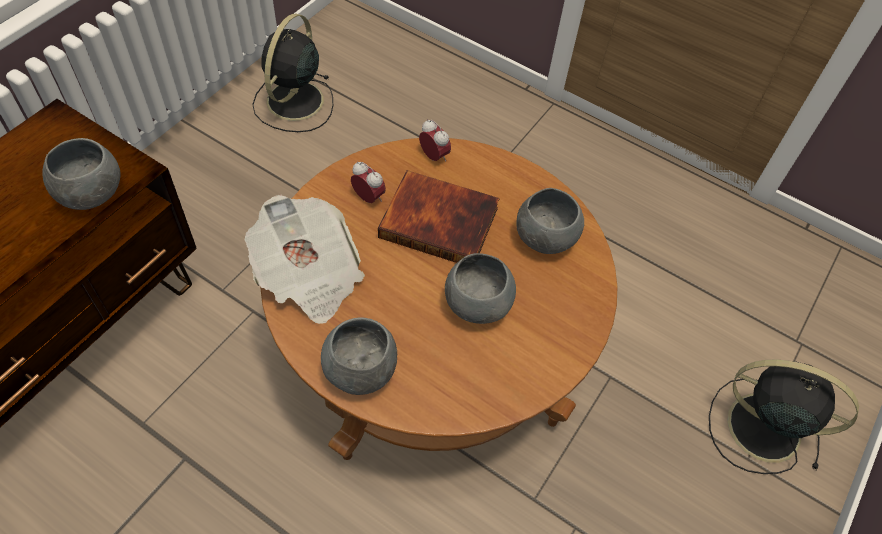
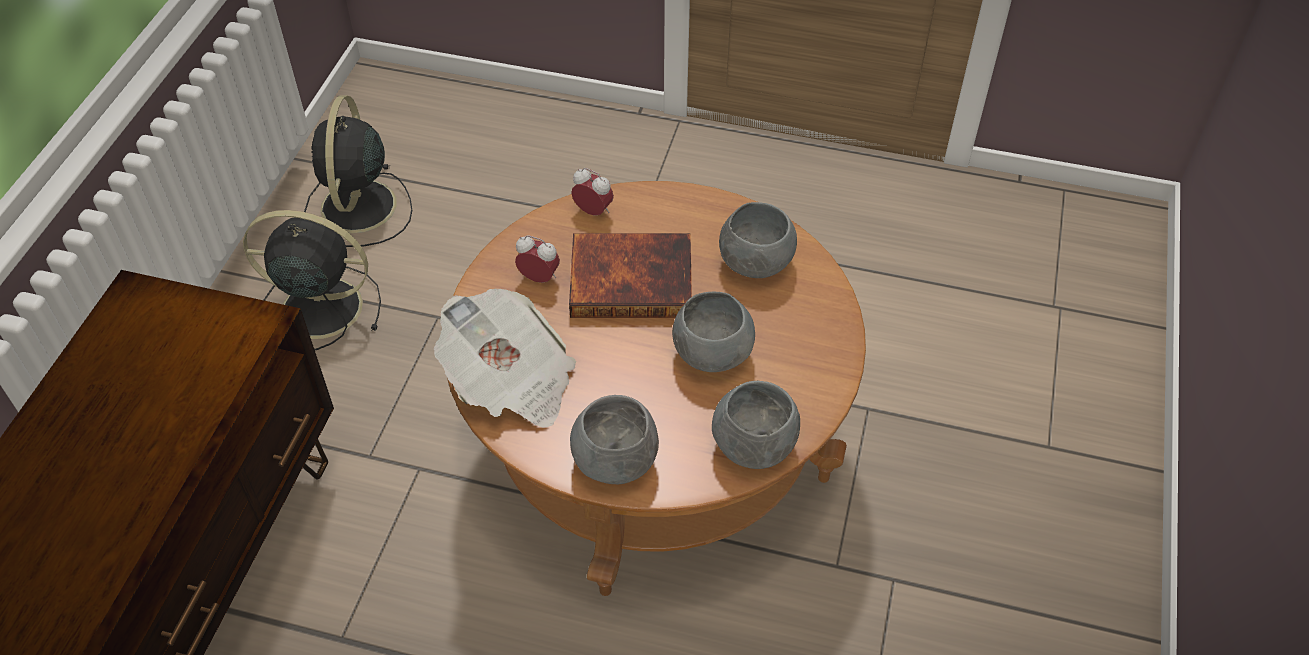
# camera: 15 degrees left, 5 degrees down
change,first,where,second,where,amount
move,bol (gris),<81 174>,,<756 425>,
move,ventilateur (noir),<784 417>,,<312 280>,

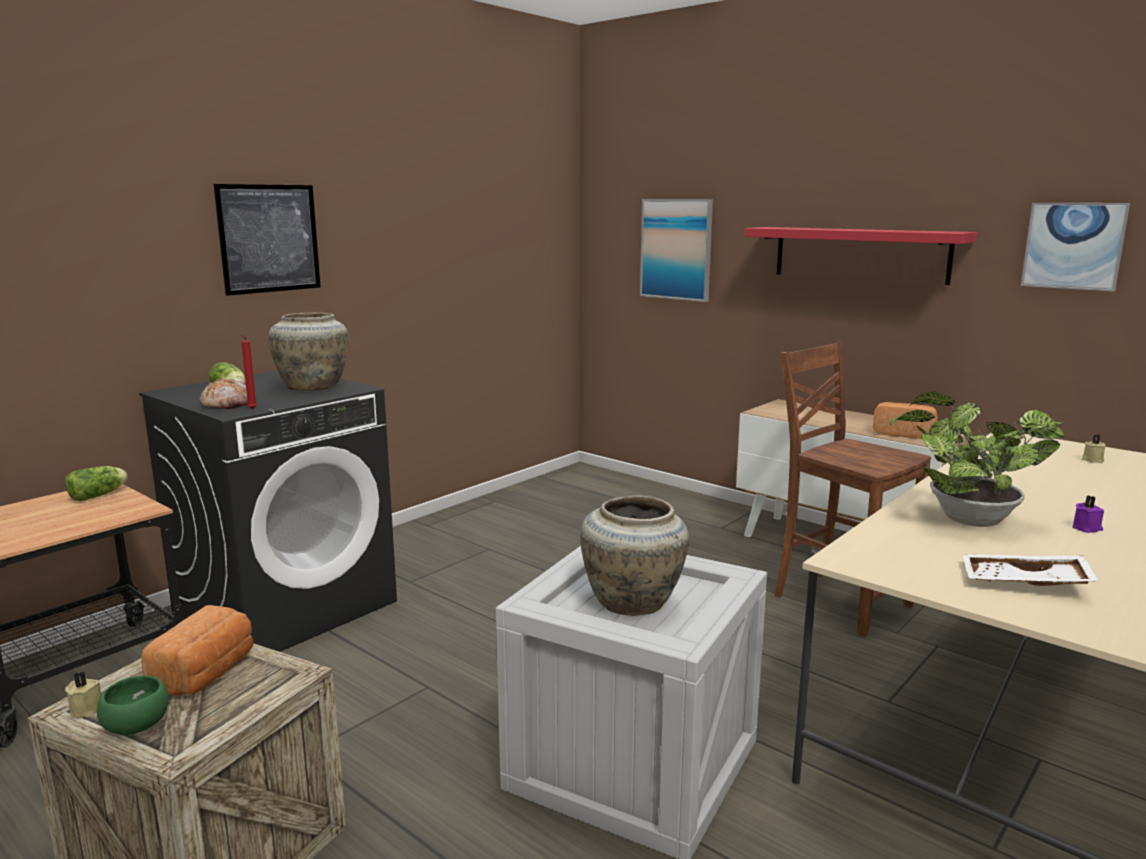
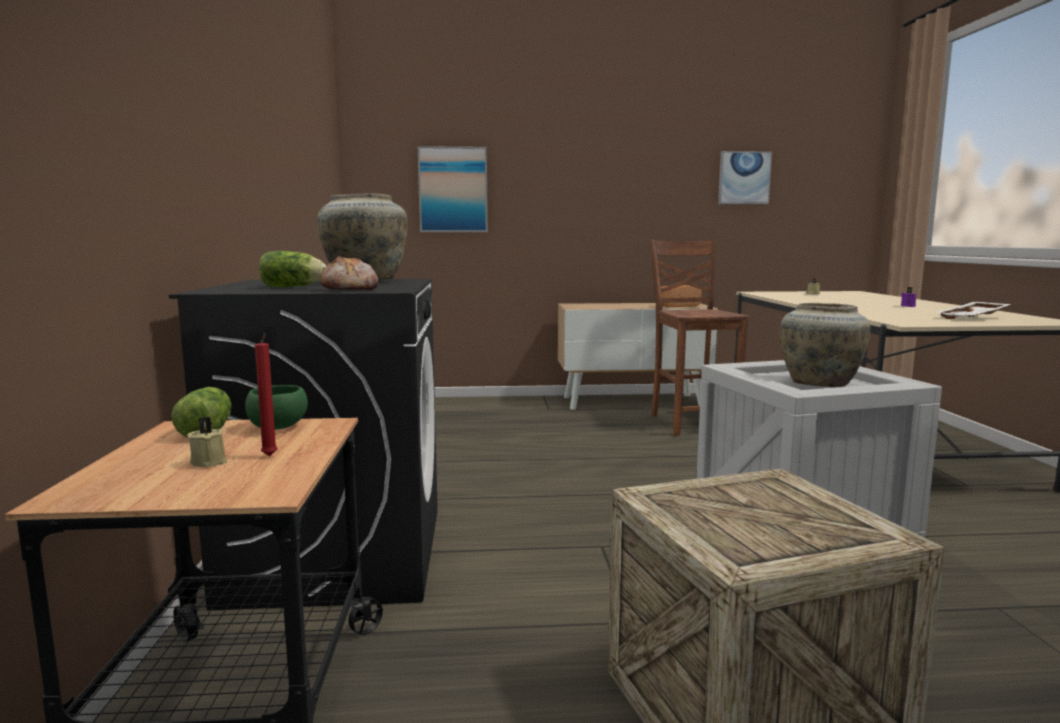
# camera: 45 degrees left, 5 degrees down
change,first,where,second,where,amount
delete,pain,<197 650>,,,
delete,tableau,<267 240>,,,
delete,étagère (rouge),<861 256>,,,
delete,plante en pot,<977 459>,,,
move,bougie (beige),<83 694>,,<207 442>,
move,bol (vert),<132 705>,,<276 407>,
move,bougie (rouge),<249 372>,,<266 394>,
rotate,chaise (marron),<853 489>,,<699 338>,75 degrees clockwise

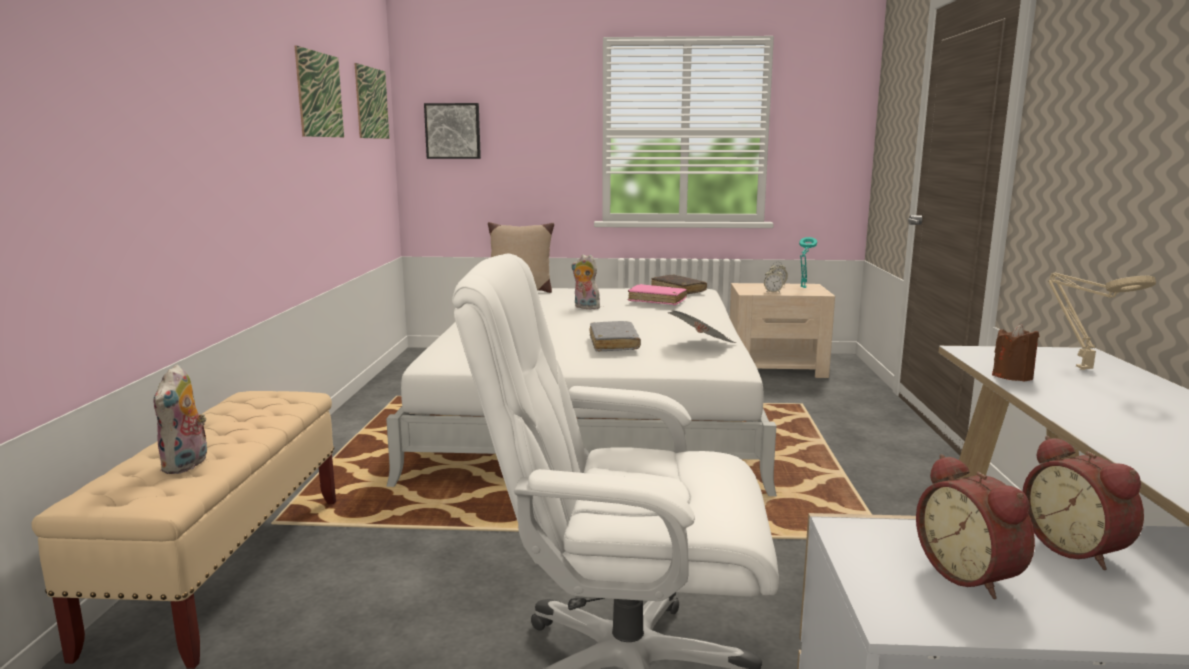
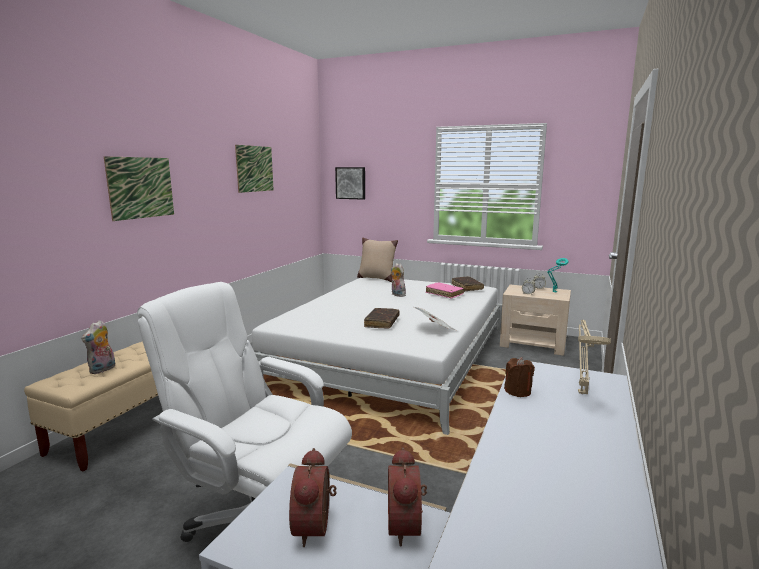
# camera: 20 degrees right, 0 degrees up
change,first,where,second,where,amount
move,tableau,<371 101>,,<139 188>,
recolor,livre (gris),<615 336>,livre (marron),<382 318>,

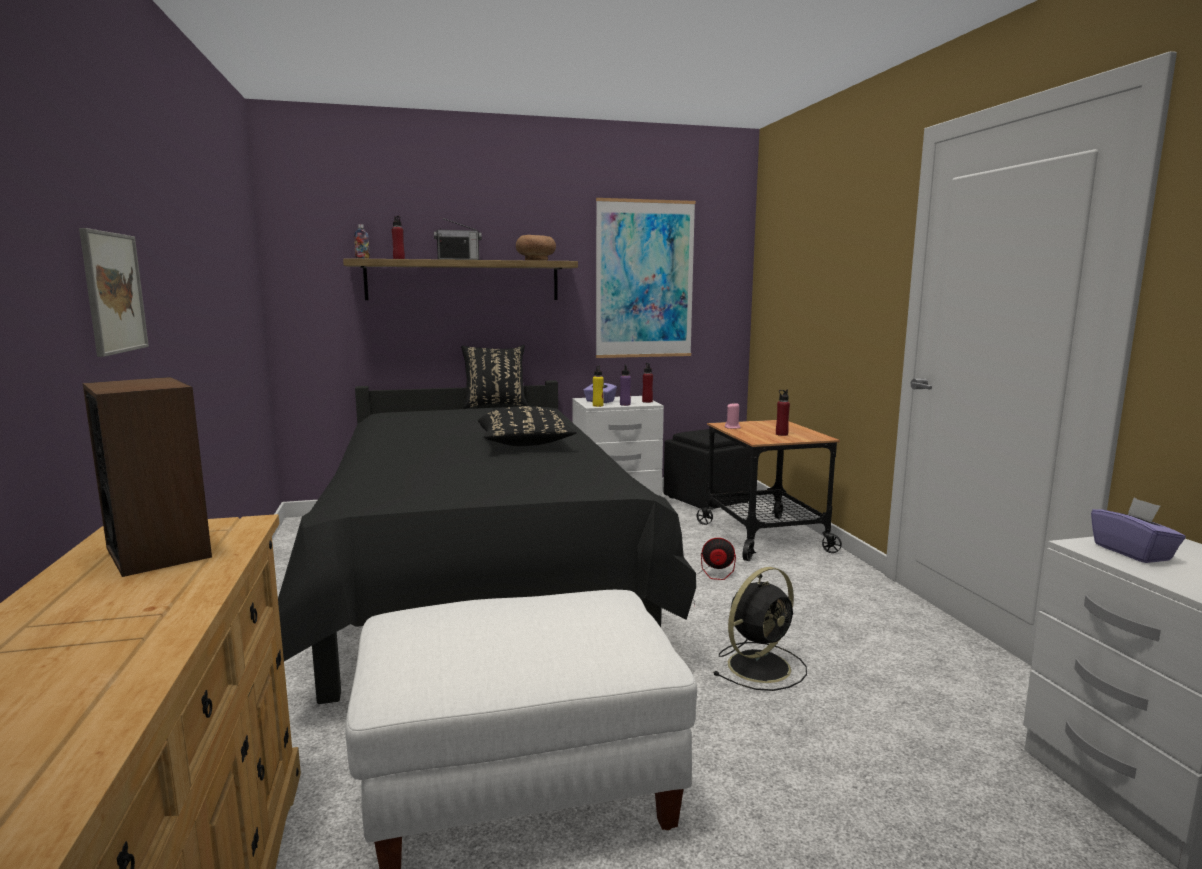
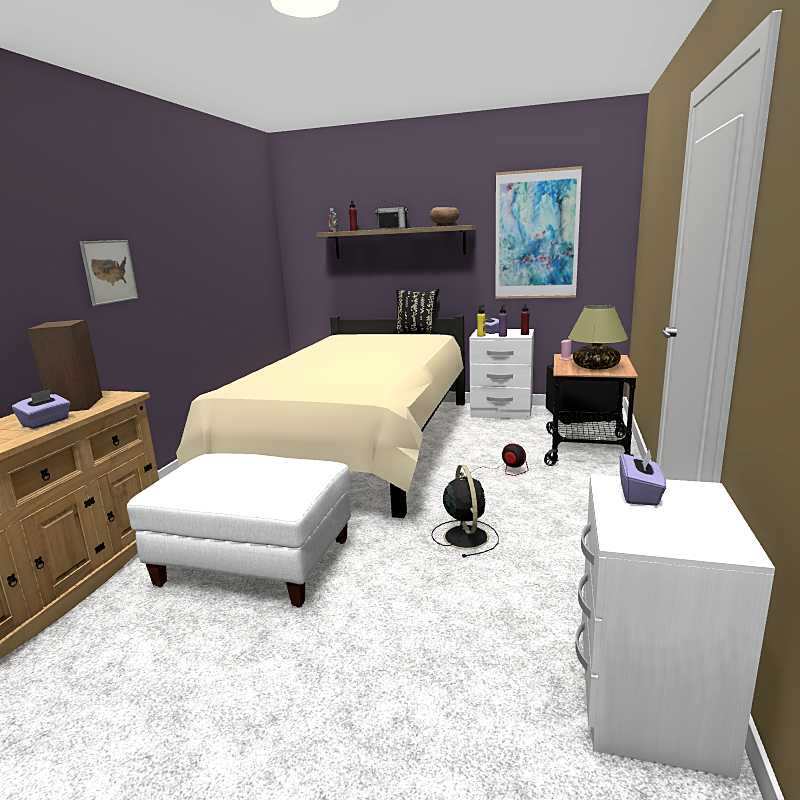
# camera: 30 degrees right, 5 degrees up
change,first,where,second,where,amount
delete,coussin (noir),<527 426>,,,
insert,,,boîte à mouchoirs (violet),<41 409>,
replace,bouteille (rouge),<783 412>,lampe de table,<598 337>,
recolor,lit (noir),<487 542>,lit (beige),<320 416>,
rotate,ventilateur (noir),<760 629>,,<465 511>,90 degrees counterclockwise

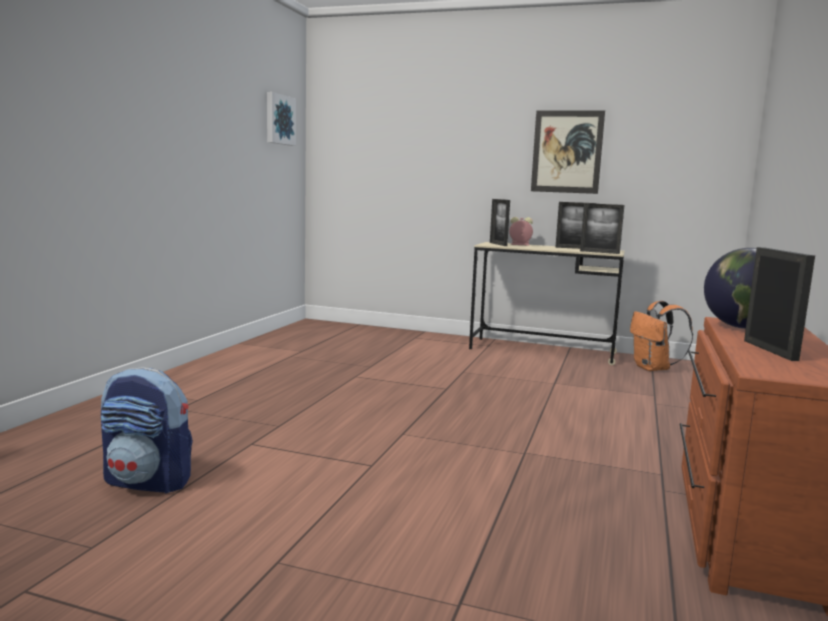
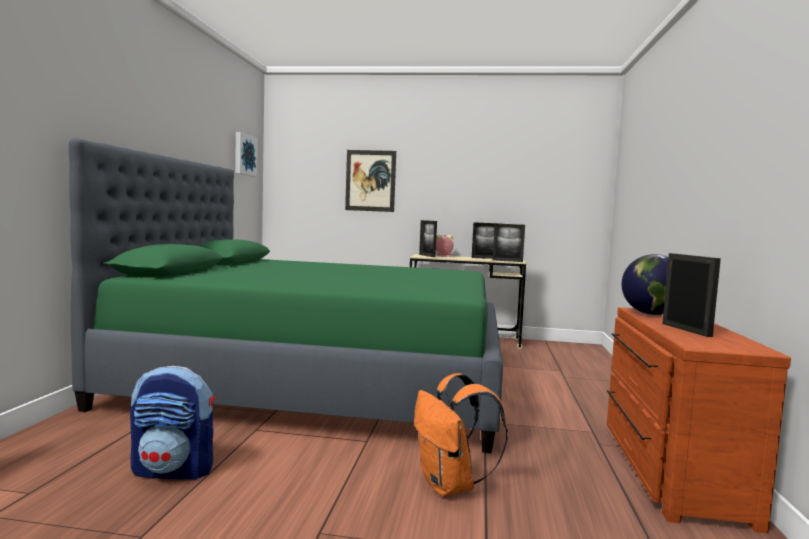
# camera: 10 degrees left, 5 degrees down
change,first,where,second,where,amount
insert,,,lit (vert),<286 295>,
move,tableau,<568 152>,,<370 181>,
move,sac à dos (orange),<661 336>,,<461 434>,

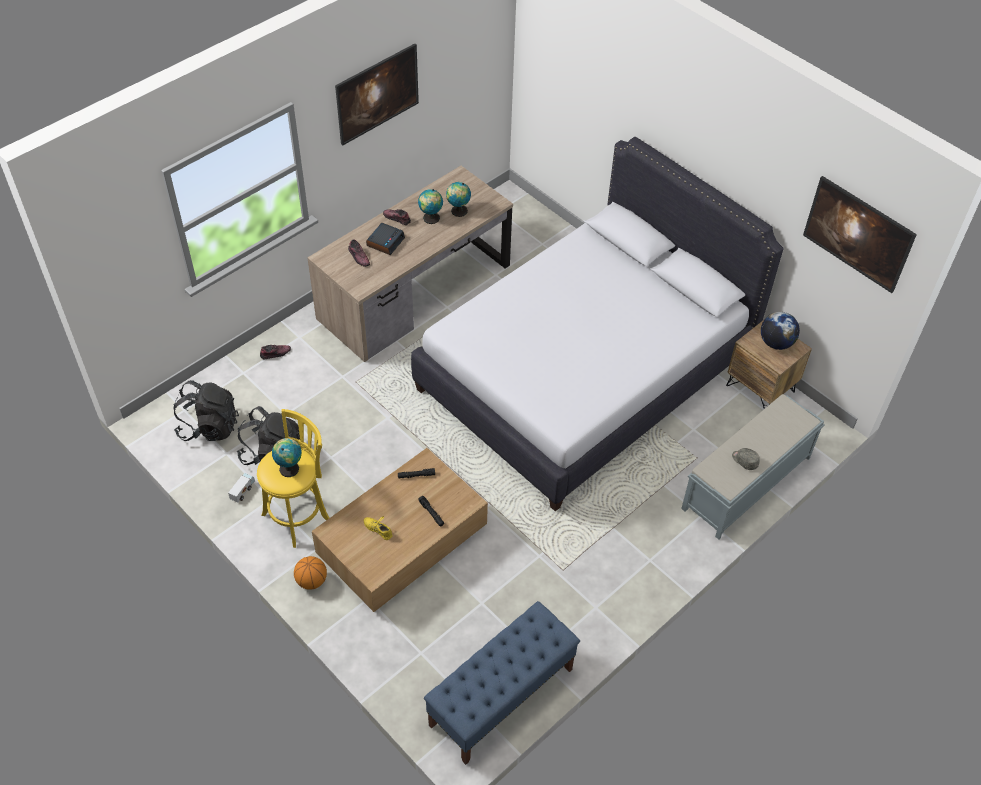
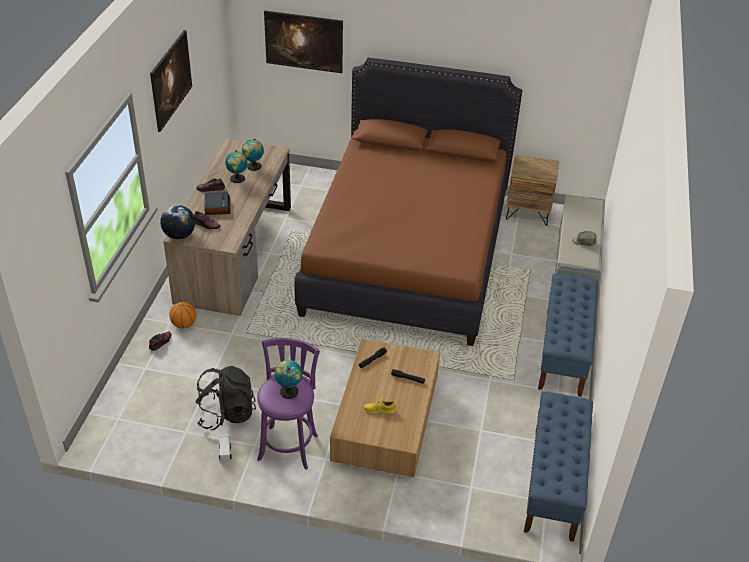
# camera: 35 degrees left, 10 degrees down
change,first,where,second,where,amount
delete,sac à dos (noir),<206 410>,,,
insert,,,banc (bleu),<568 335>,
move,ballon de basket,<310 573>,,<182 315>,
move,globe,<780 331>,,<177 222>,
move,tableau,<860 234>,,<303 42>,
recolor,tabouret (jaune),<293 478>,tabouret (violet),<288 403>,
recolor,lit (blanc),<597 324>,lit (marron),<409 202>,

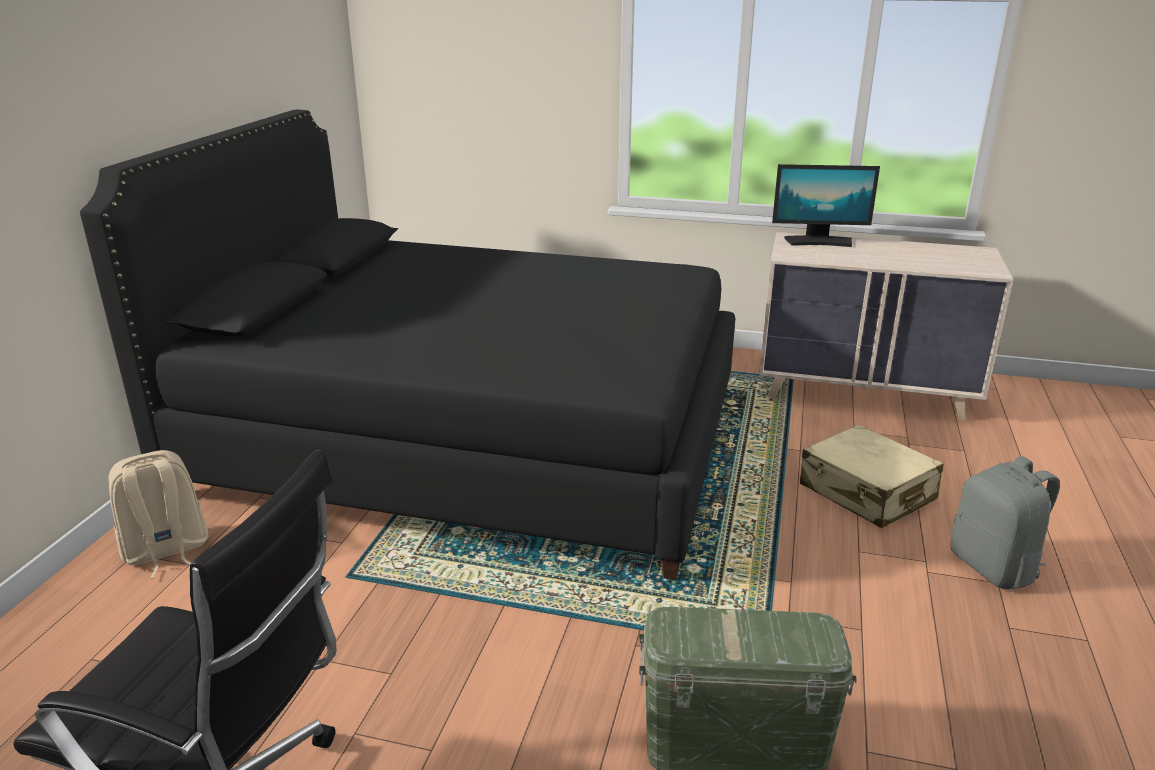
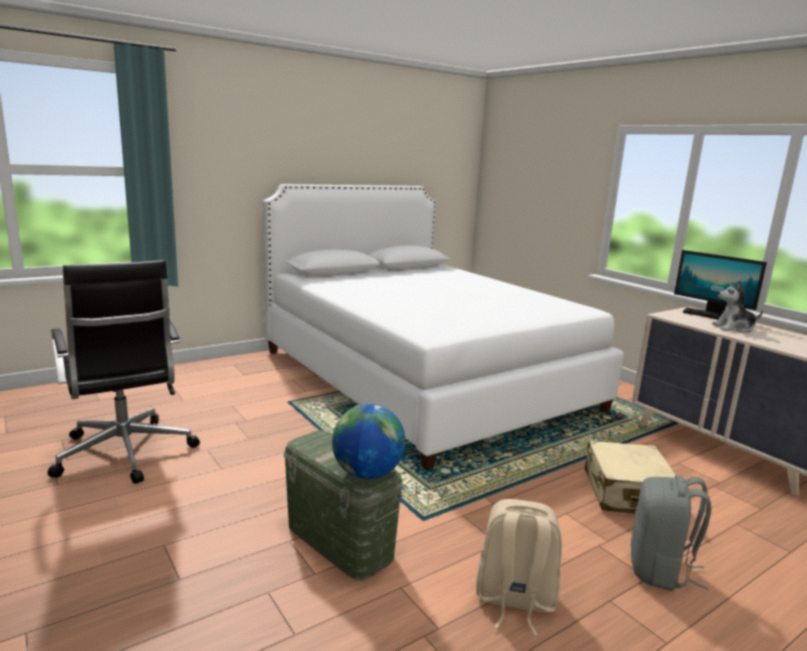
# camera: 40 degrees right, 10 degrees down
change,first,where,second,where,amount
insert,,,globe,<368 441>,
insert,,,peluche,<737 307>,
move,sac à dos (beige),<158 514>,,<519 567>,
recolor,lit (noir),<407 345>,lit (blanc),<443 327>,

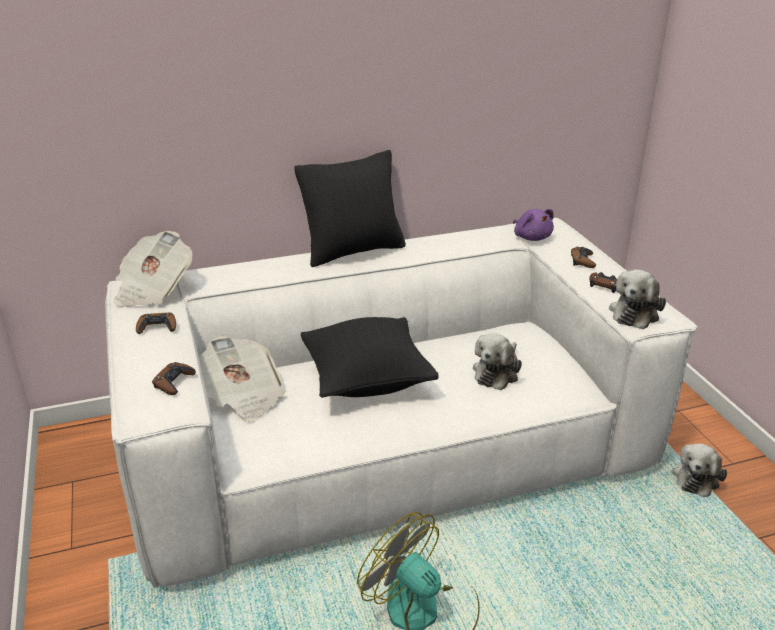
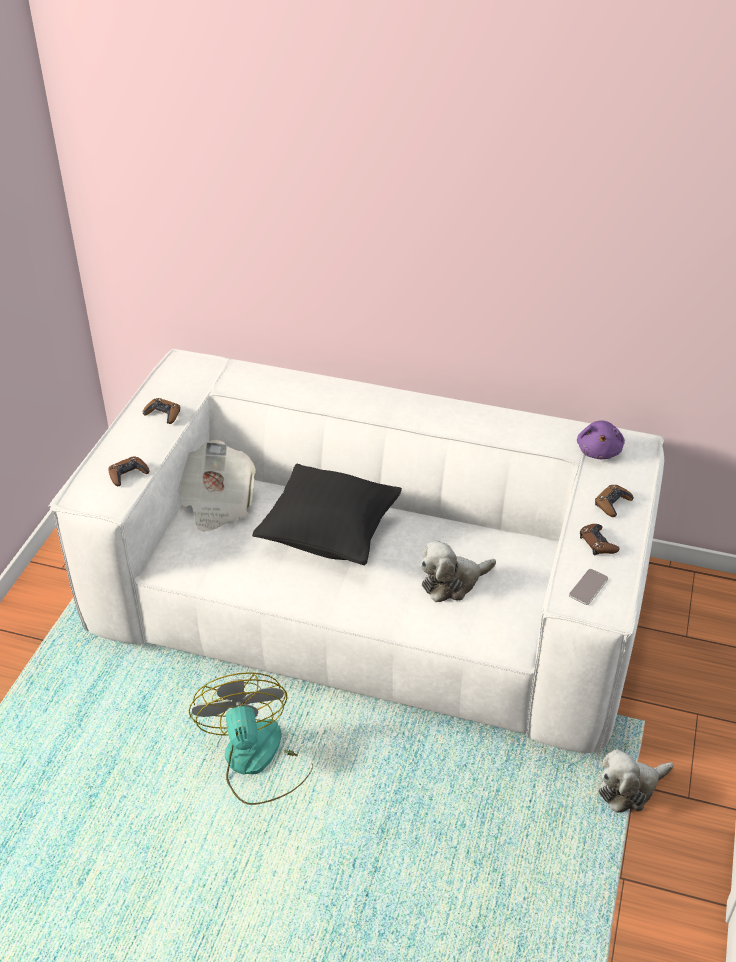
# camera: 35 degrees right, 10 degrees up
change,first,where,second,where,amount
delete,journal,<153 269>,,,
delete,coussin (noir),<350 208>,,,
replace,peluche,<637 299>,téléphone,<588 587>,

